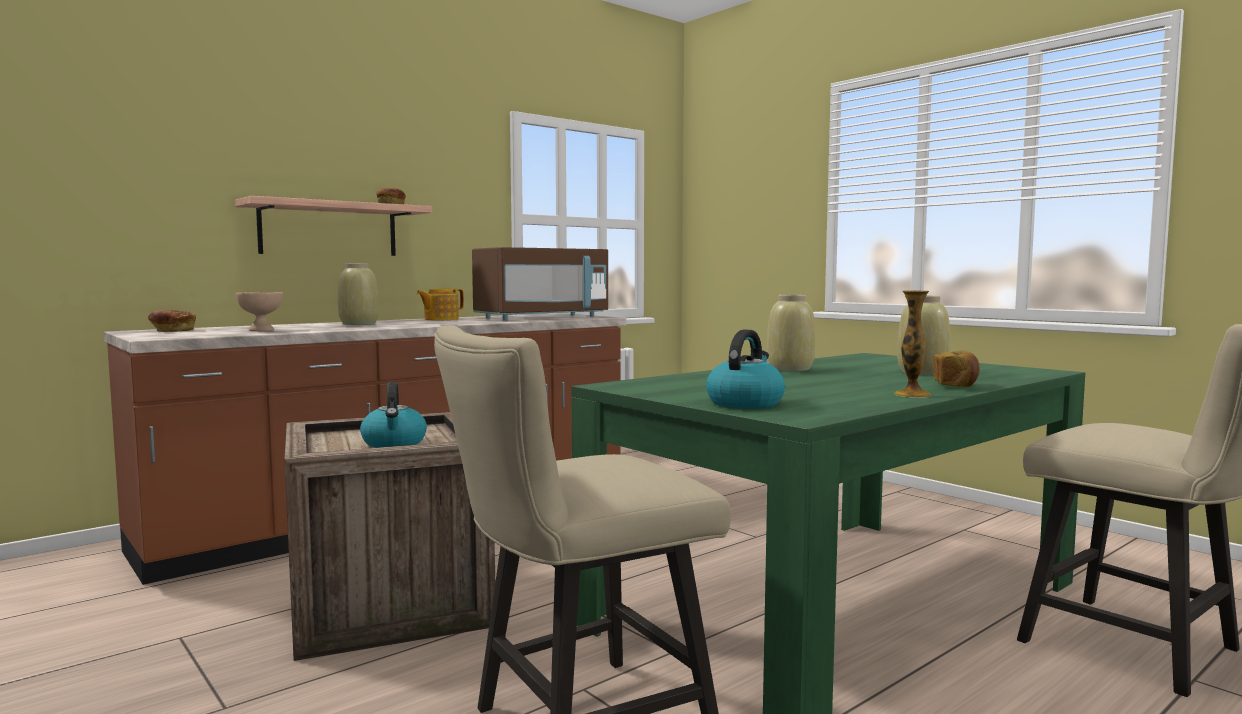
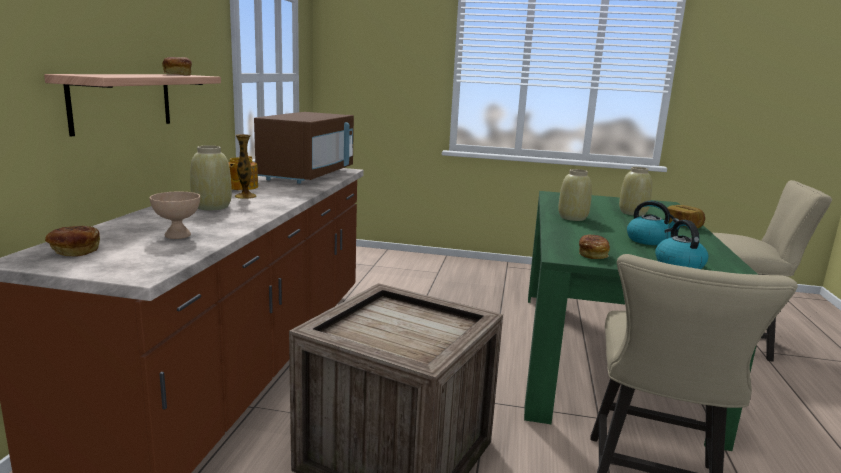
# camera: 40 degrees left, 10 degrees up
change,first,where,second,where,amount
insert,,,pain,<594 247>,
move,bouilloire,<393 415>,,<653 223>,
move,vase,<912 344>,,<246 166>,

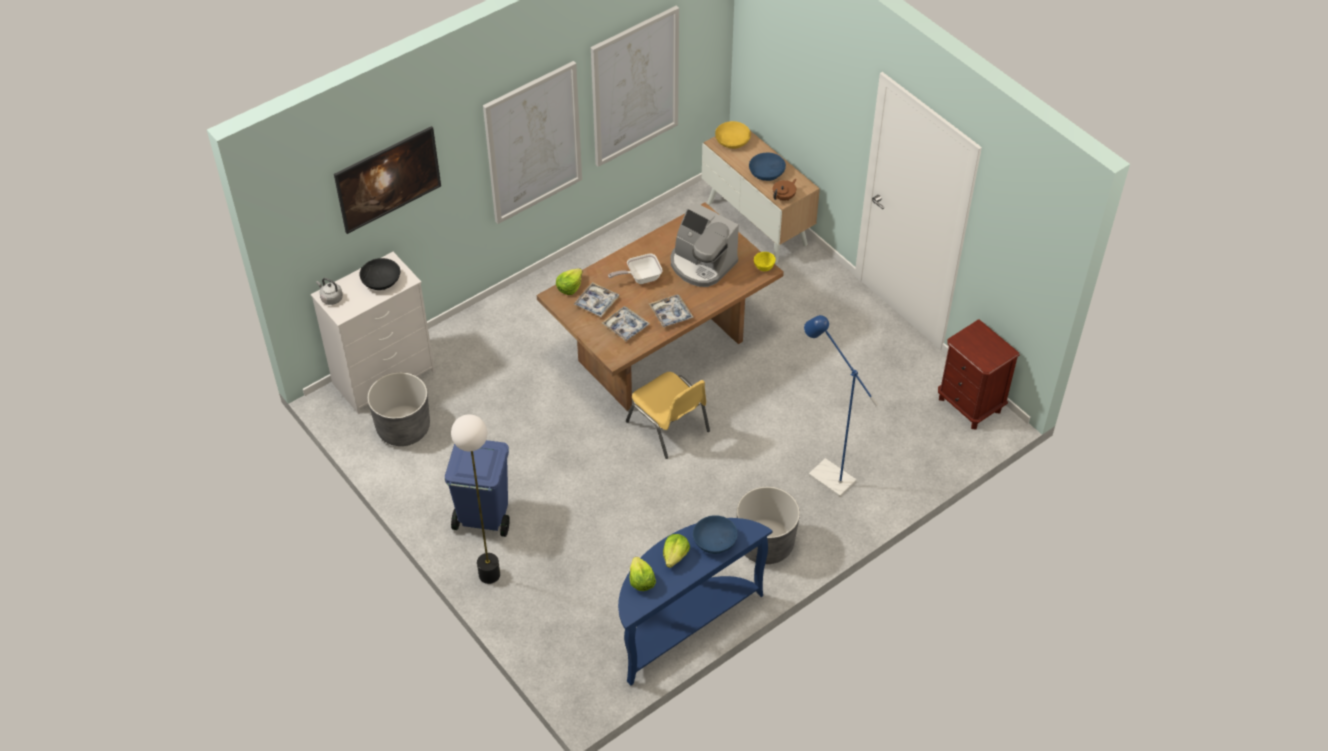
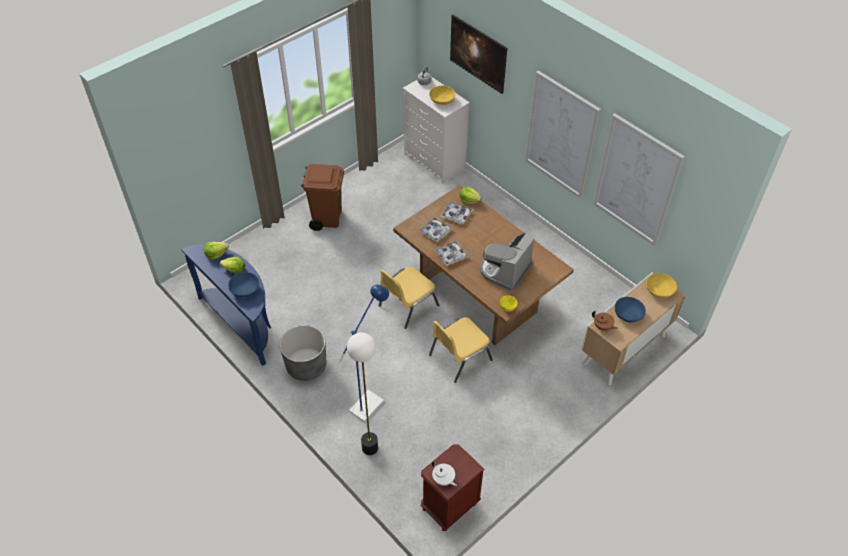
# camera: 85 degrees right, 0 degrees up
change,first,where,second,where,amount
delete,cache-pot (gris),<398 409>,,,
delete,poêle,<635 268>,,,
insert,,,chaise (jaune),<461 350>,
insert,,,théière (blanc),<444 473>,
move,lampadaire,<475 499>,,<362 393>,
recolor,bol (noir),<379 274>,bol (jaune),<442 95>,
recolor,poubelle (bleu),<477 488>,poubelle (marron),<322 197>,

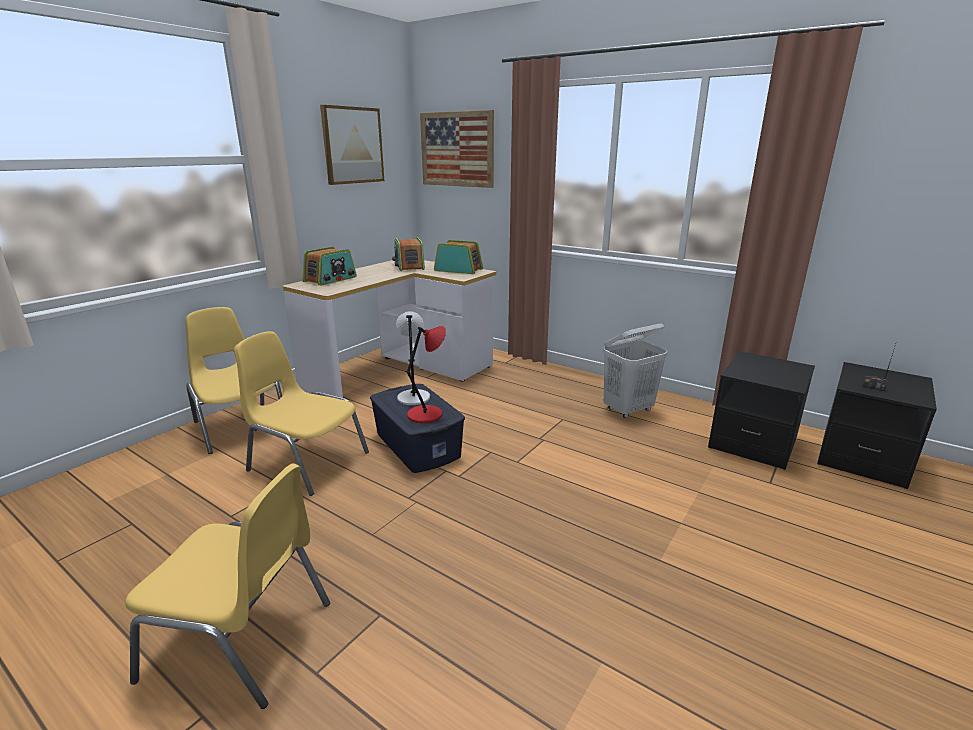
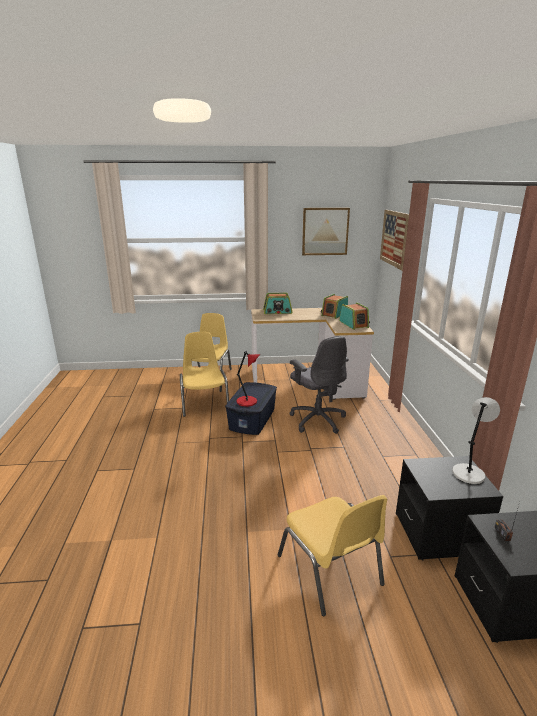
# camera: 50 degrees right, 0 degrees up
change,first,where,second,where,amount
delete,panier à linge (blanc),<635 370>,,,
insert,,,chaise de bureau (gris),<319 385>,
move,chaise (jaune),<227 586>,,<332 555>,
move,lampe de table (gris),<413 358>,,<476 440>,

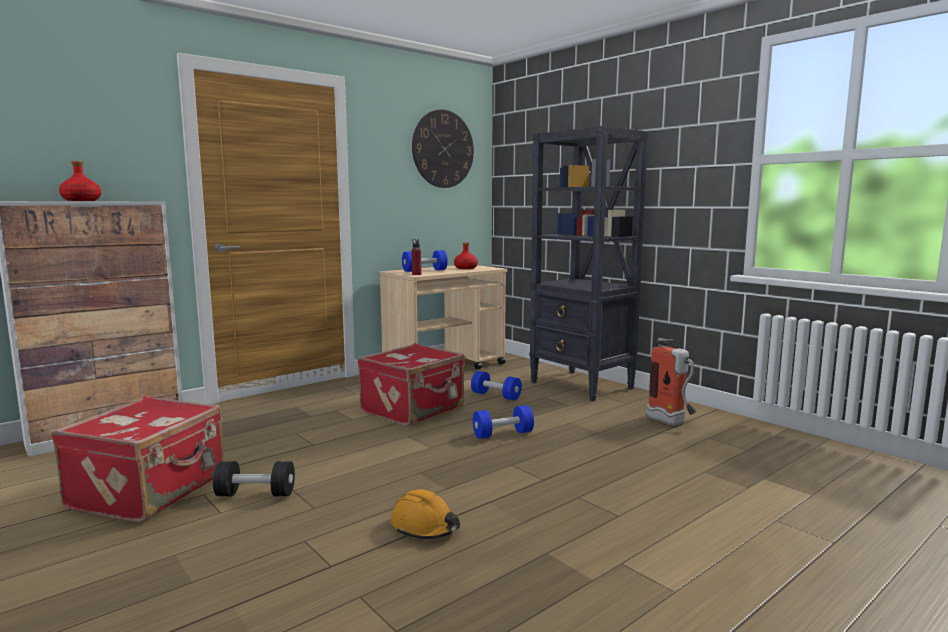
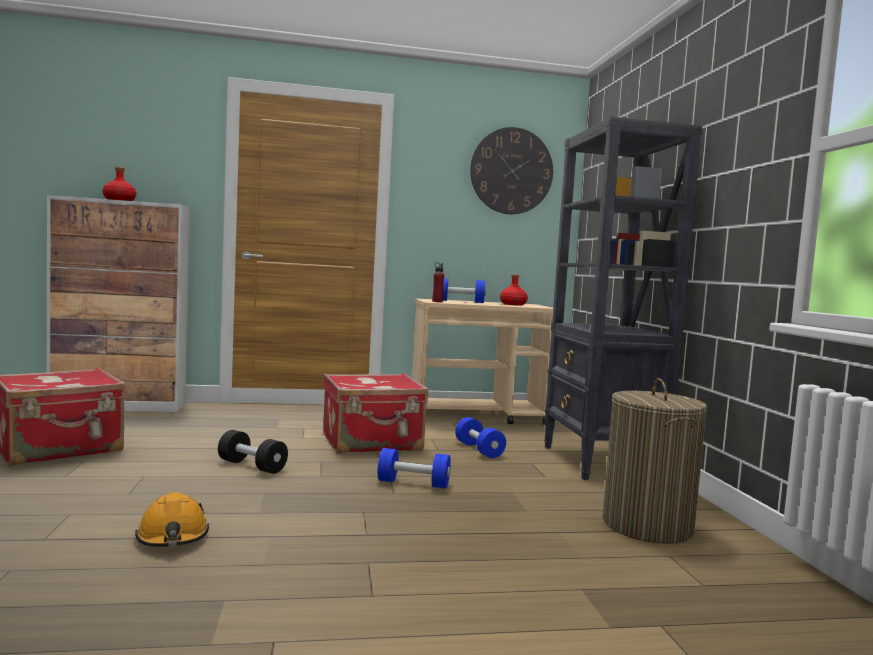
# camera: 30 degrees right, 5 degrees down
change,first,where,second,where,amount
move,haltère (noir),<254 478>,,<253 452>,
replace,extincteur,<671 381>,panier à linge,<655 461>,

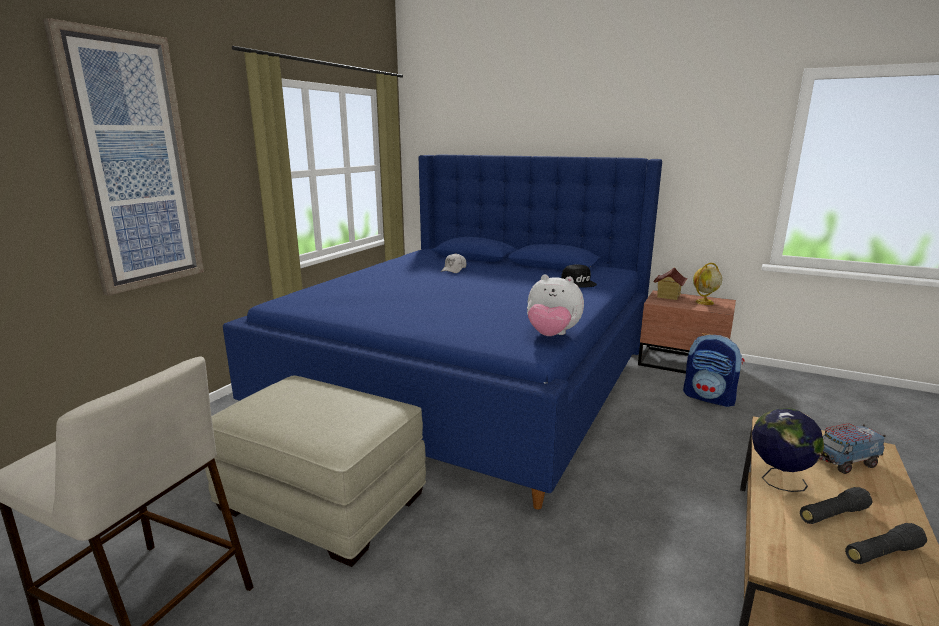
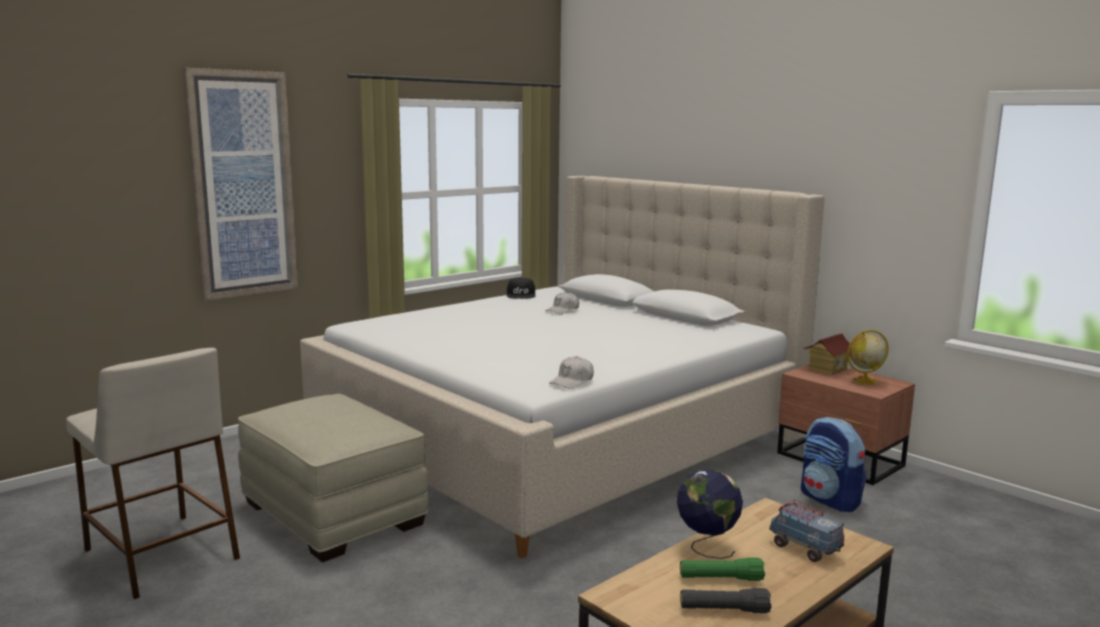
# camera: 20 degrees right, 5 degrees down
change,first,where,second,where,amount
move,casquette (noir),<579 276>,,<521 288>,
replace,peluche,<555 305>,casquette (blanc),<571 372>,
recolor,lit (bleu),<442 332>,lit (beige),<562 367>,
recolor,lampe de poche (noir),<836 505>,lampe de poche (vert),<722 569>,
rotate,camion jouet,<852 448>,,<806 531>,45 degrees clockwise

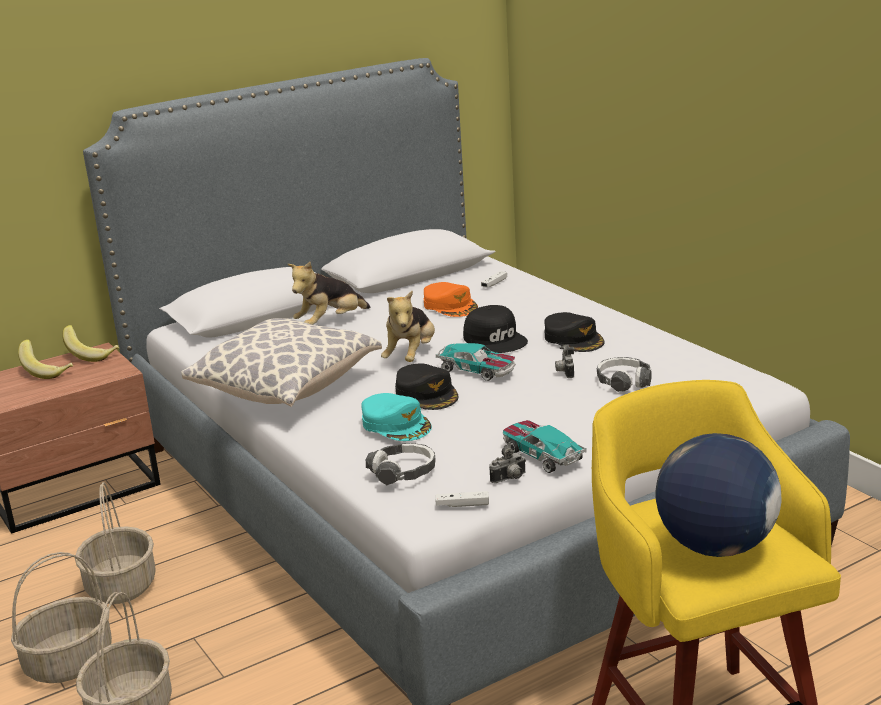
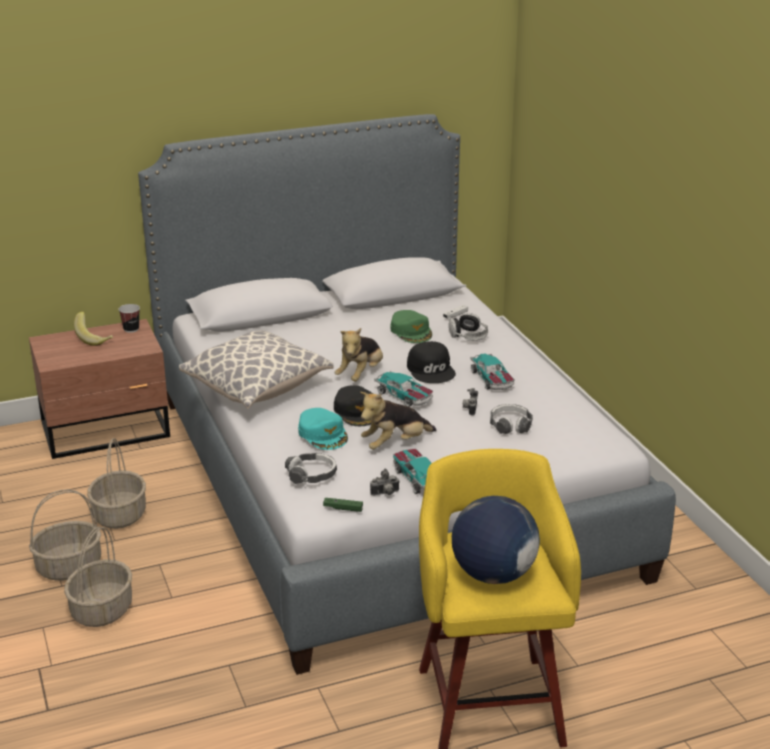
# camera: 10 degrees right, 5 degrees up
change,first,where,second,where,amount
insert,,,casque audio,<468 327>,
move,peluche,<329 293>,,<398 421>,
replace,banane,<90 343>,tasse,<129 318>,
replace,casquette (noir),<575 332>,petite voiture,<492 371>,
recolor,casquette (orange),<451 299>,casquette (vert),<411 326>,
recolor,manette (blanc),<462 499>,manette (vert),<343 505>,

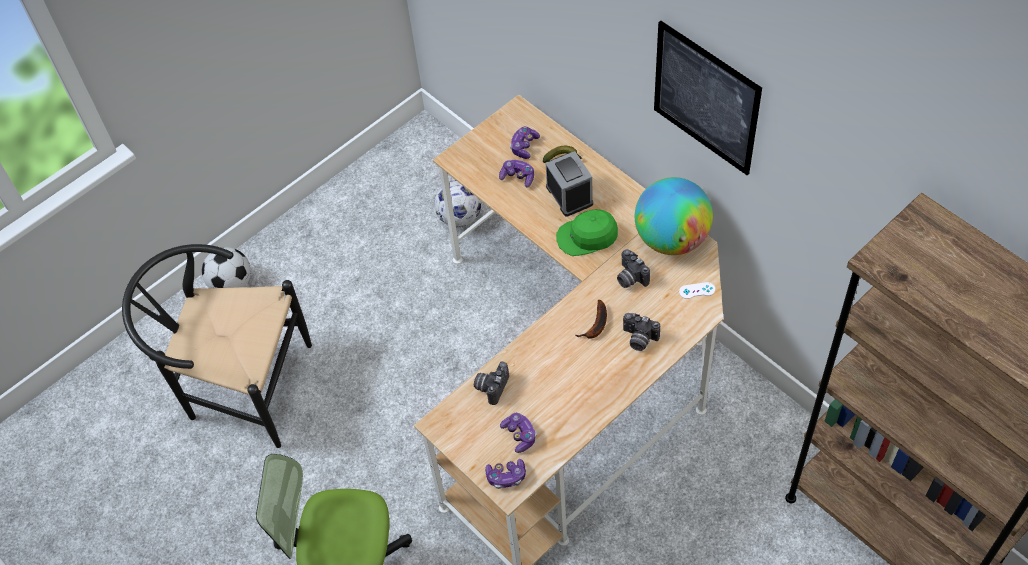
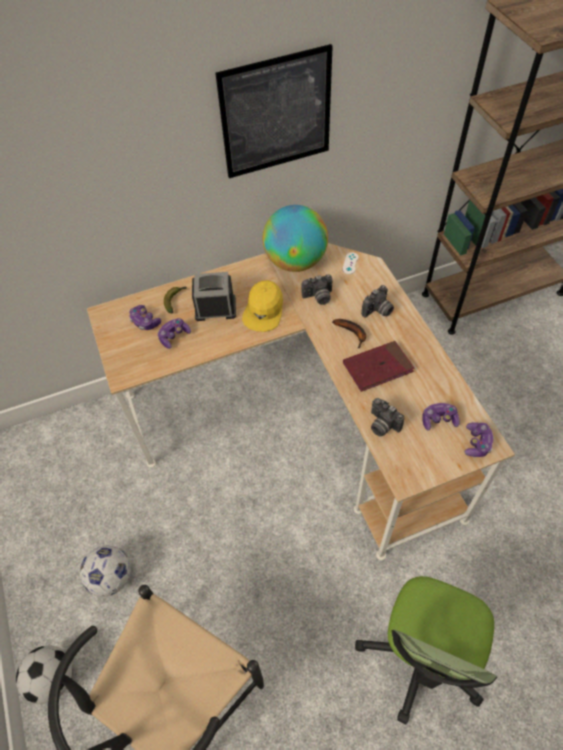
# camera: 70 degrees left, 0 degrees up
change,first,where,second,where,amount
insert,,,livre (rouge),<379 366>,
move,ballon de foot,<457 204>,,<105 571>,
recolor,casquette (vert),<587 232>,casquette (jaune),<262 306>,

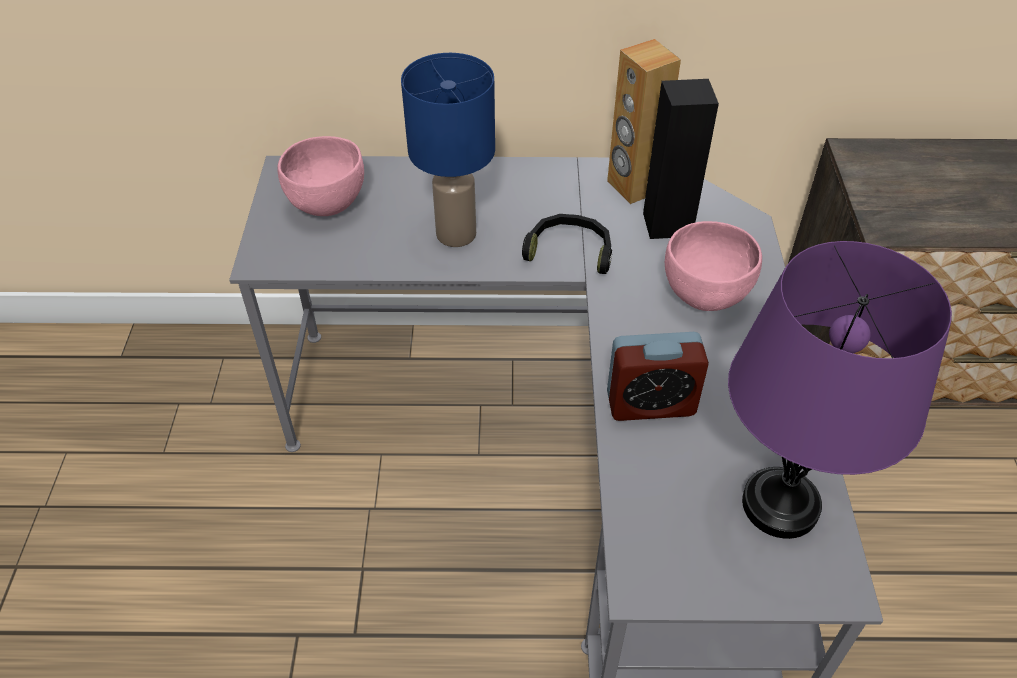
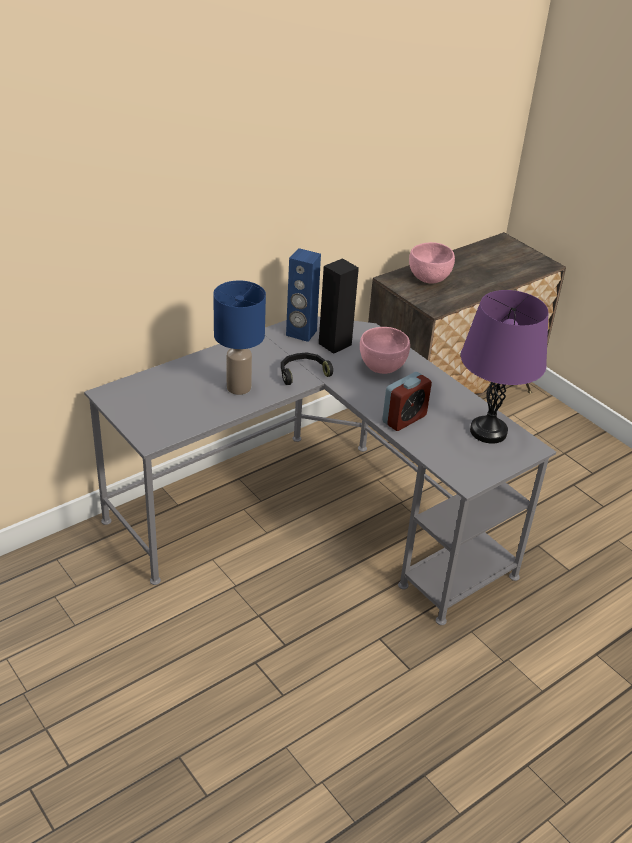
# camera: 40 degrees left, 10 degrees down
change,first,where,second,where,amount
move,bol (rose),<320 176>,,<432 263>,
recolor,enceinte (marron),<644 121>,enceinte (bleu),<303 295>,

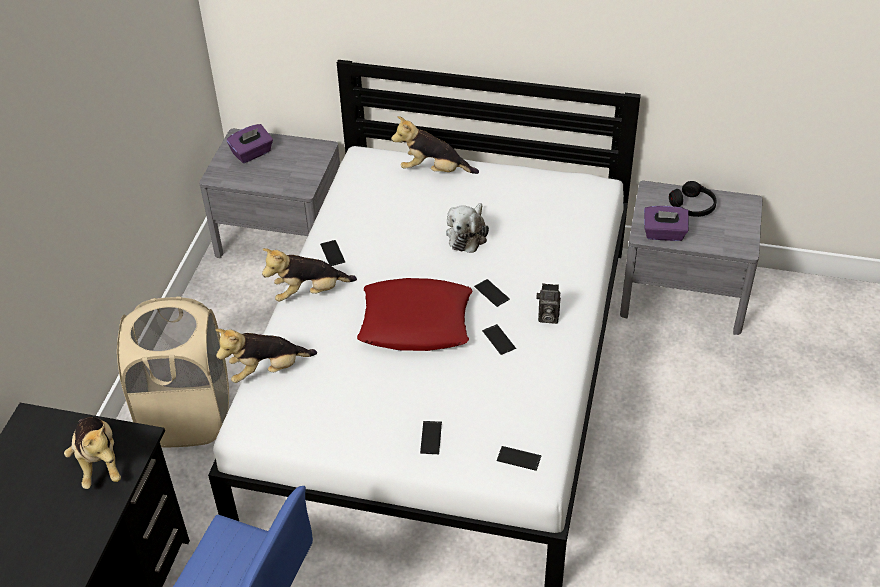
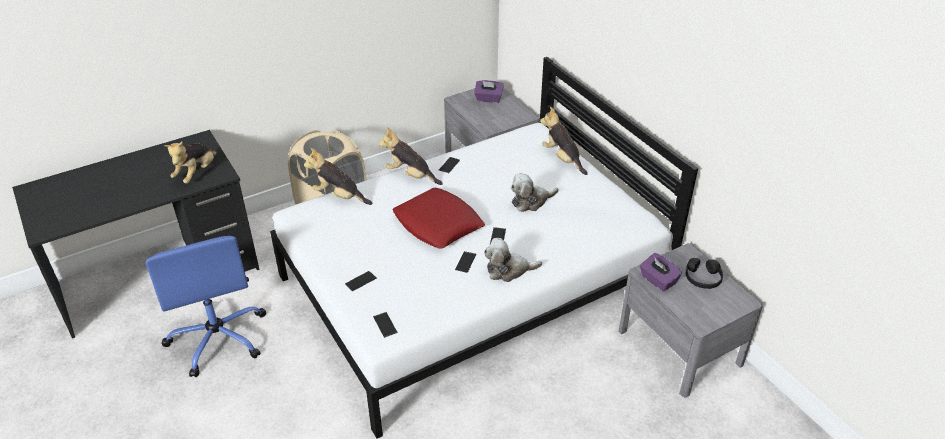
# camera: 45 degrees right, 5 degrees down
change,first,where,second,where,amount
replace,appareil photo,<548 303>,peluche,<513 260>,

